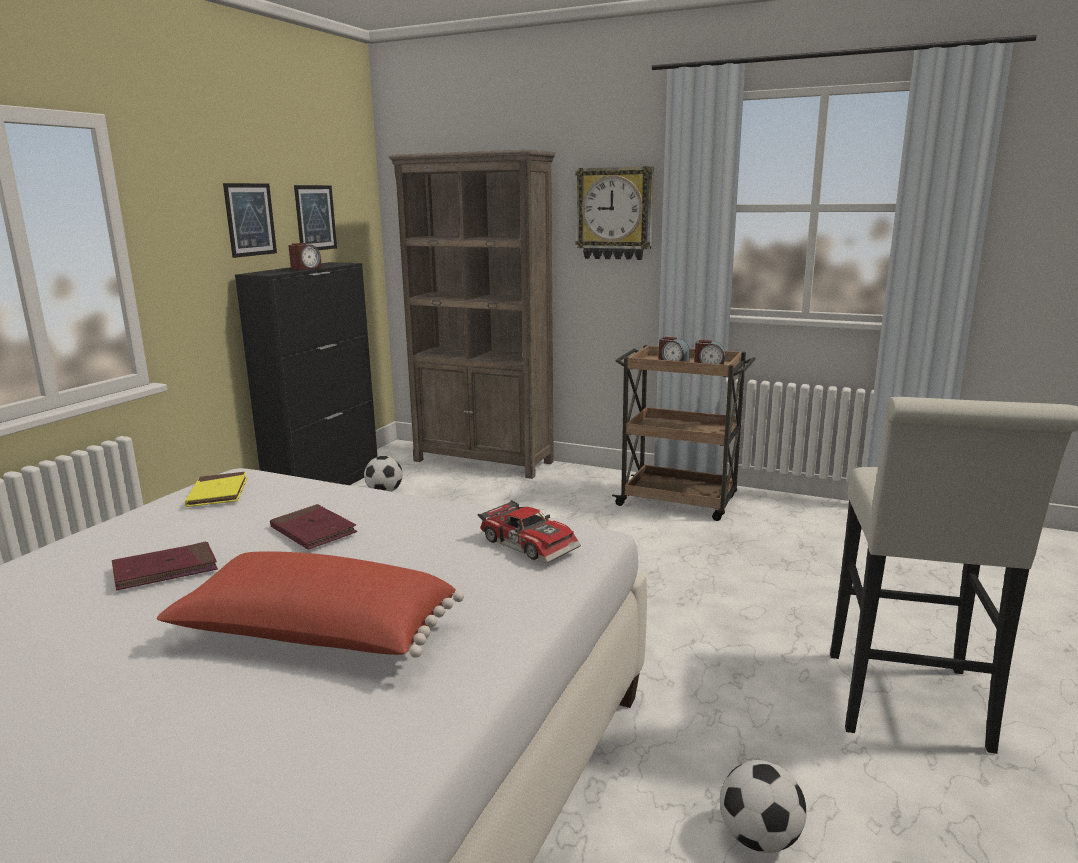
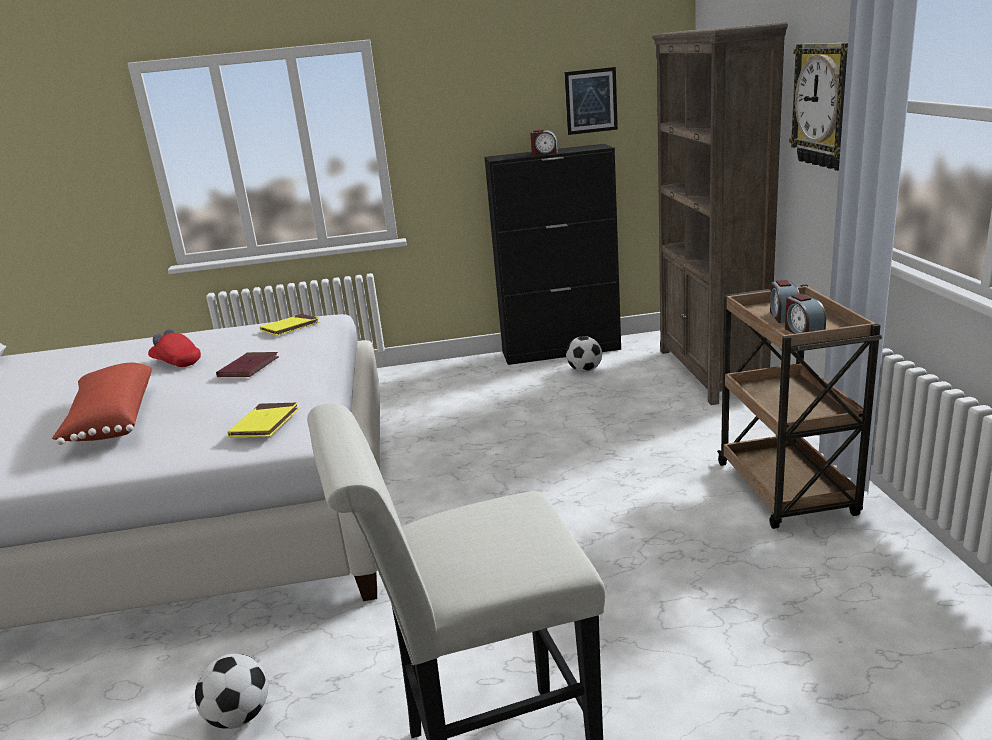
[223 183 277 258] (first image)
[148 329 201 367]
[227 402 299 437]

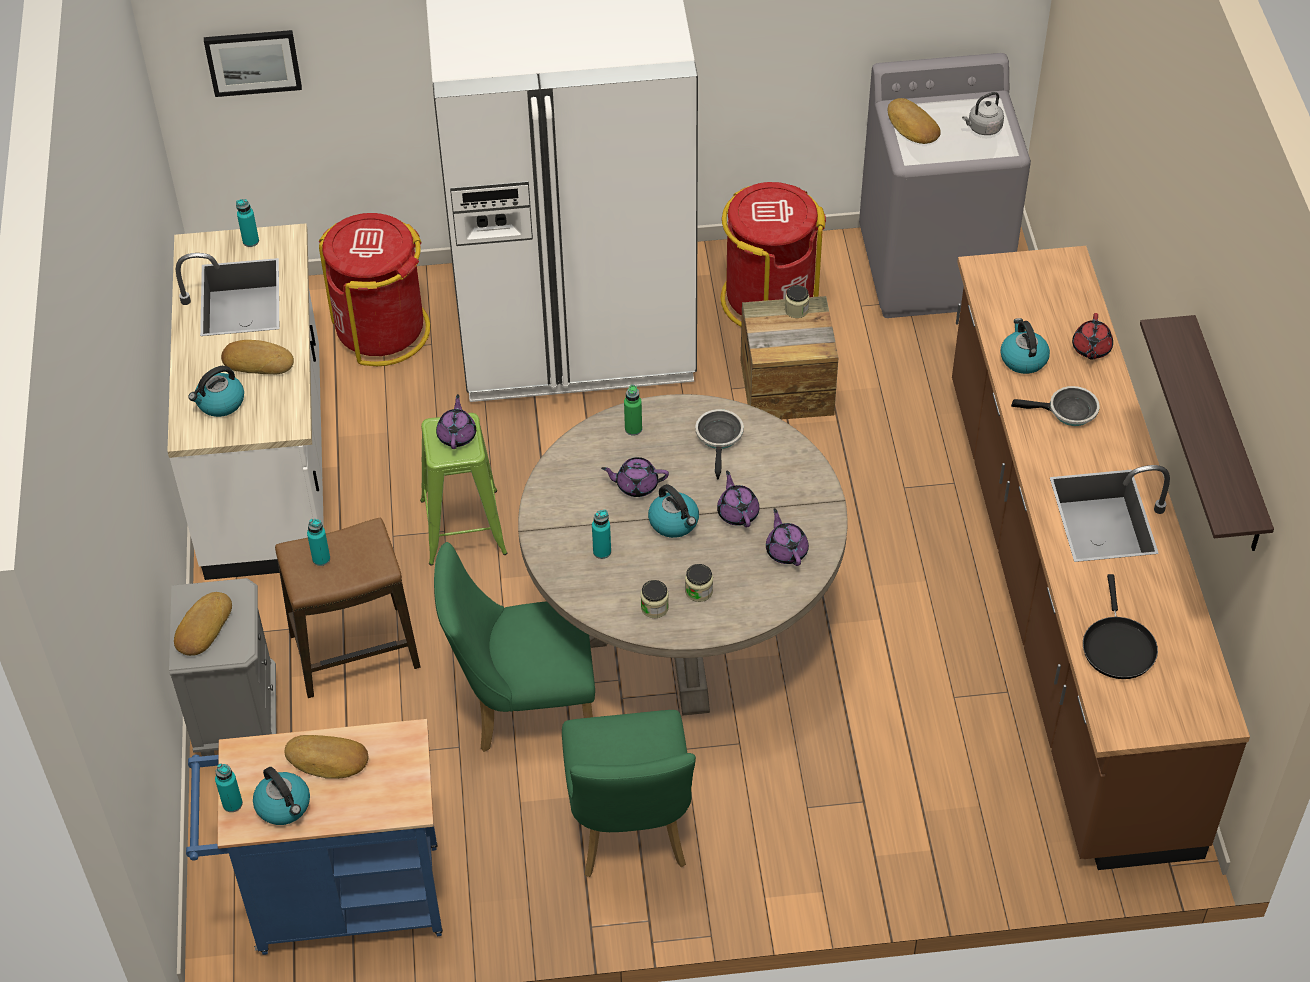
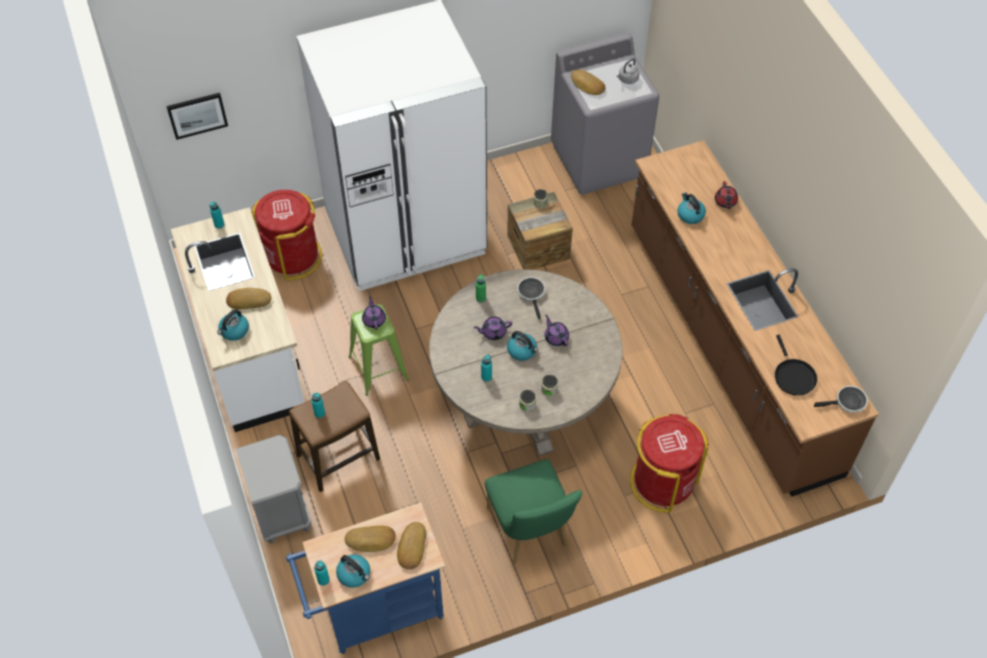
[434 542 595 752] (first image)
[766 508 809 566] (first image)
[1140 315 1274 551] (first image)
[397 522 426 570]
[630 414 709 513]
[814 386 868 413]

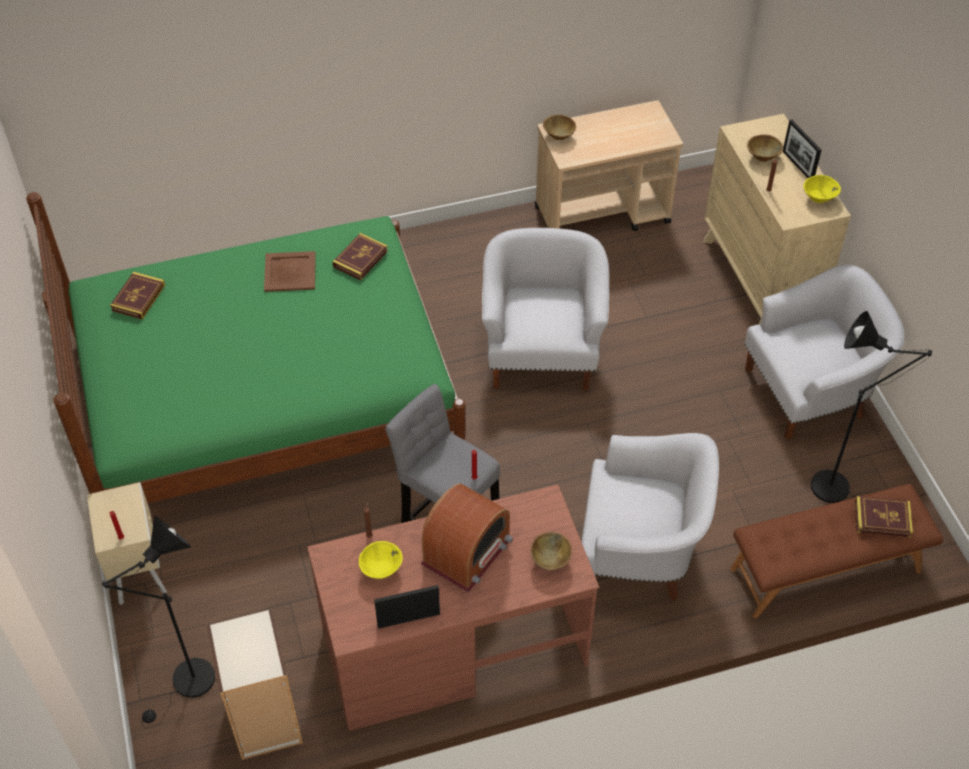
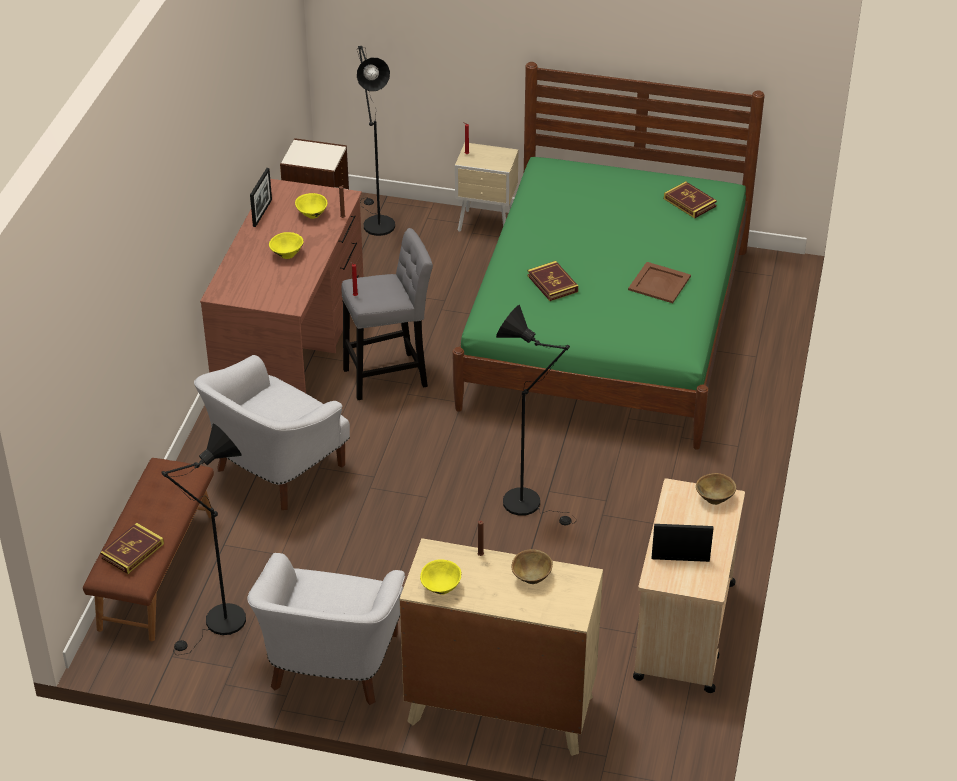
[530 532 572 570] (first image)
[527 261 578 301]
[652 524 713 562]
[269 232 304 259]
[496 305 577 525]

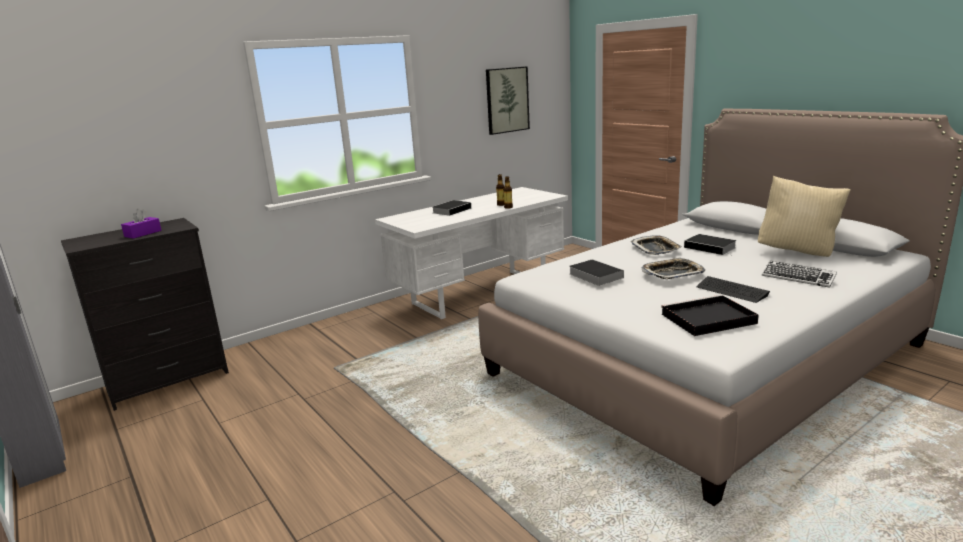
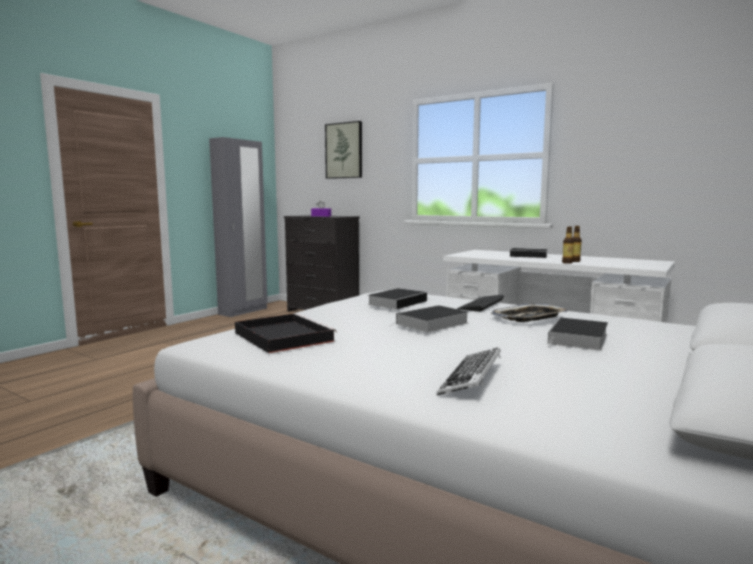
[758 176 850 257] (first image)
[325 121 362 179]
[457 295 504 312]
[390 305 469 333]

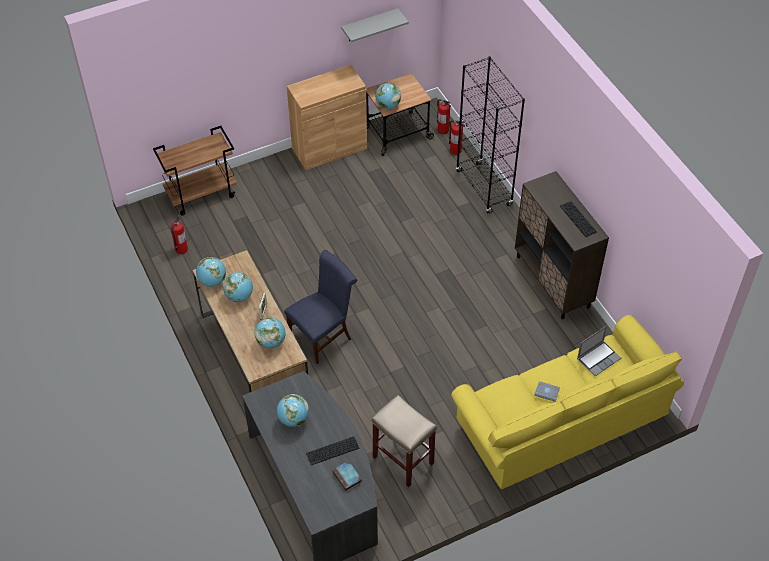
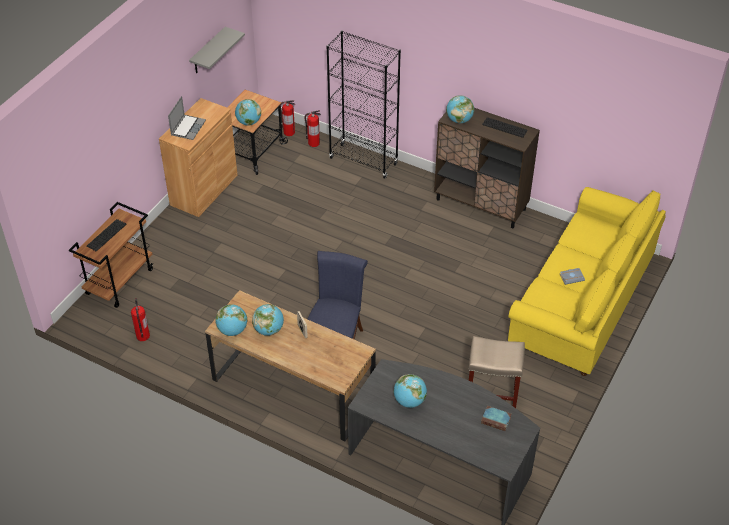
[446 95 474 123]
[86 219 127 251]
[168 96 206 140]

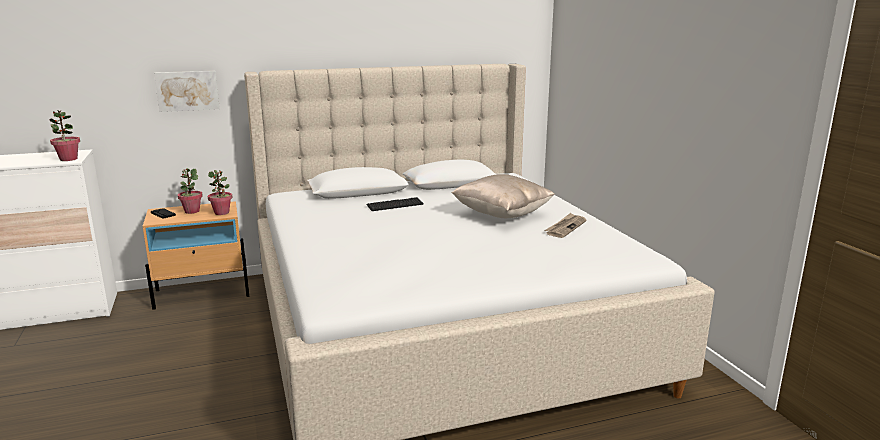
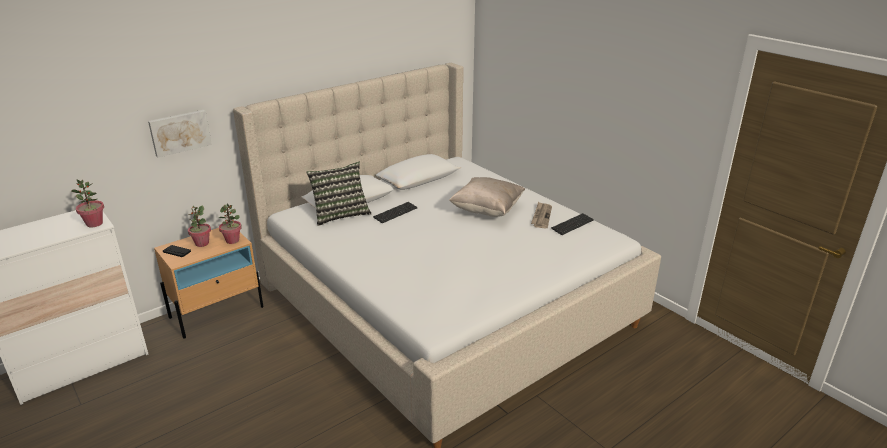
[306 162 371 226]
[551 213 594 235]

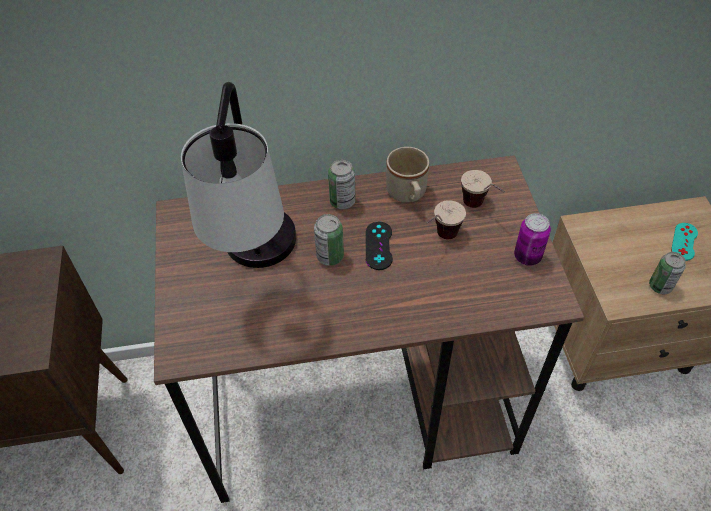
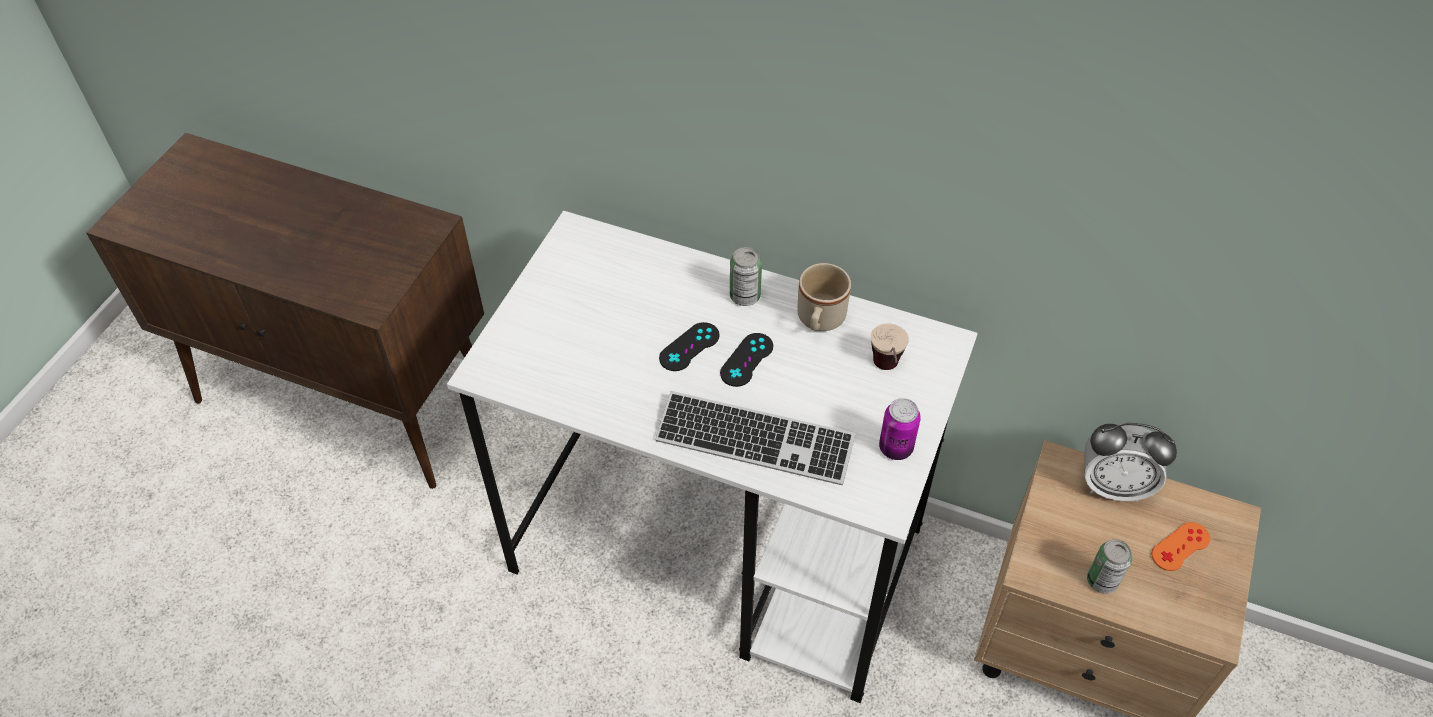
[181 82 296 268] (first image)
[426 200 466 239] (first image)
[655 391 856 485]
[1084 423 1177 502]
[659 322 719 371]
[447 211 978 703]
[1151 522 1210 571]

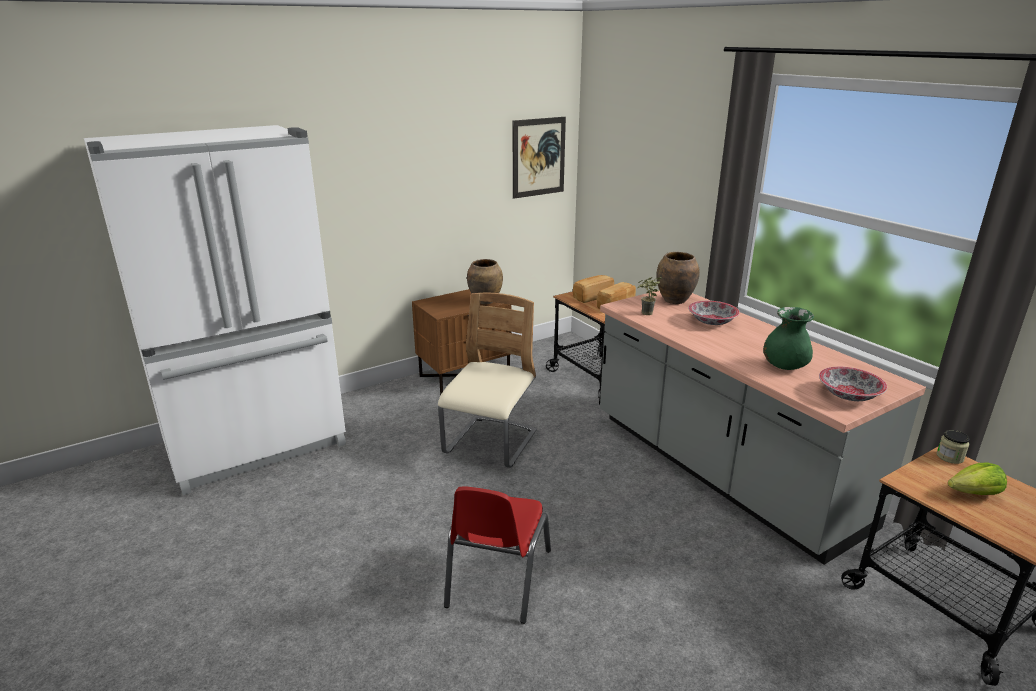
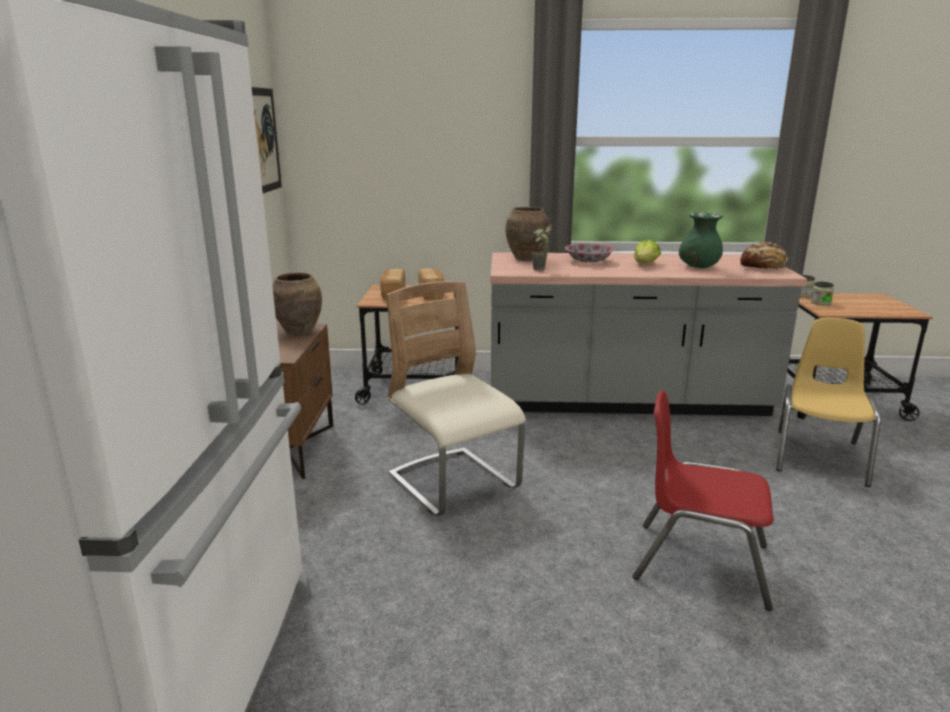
[776 318 881 487]
[811 282 834 305]
[634 239 661 264]
[740 241 788 270]
[632 391 773 611]

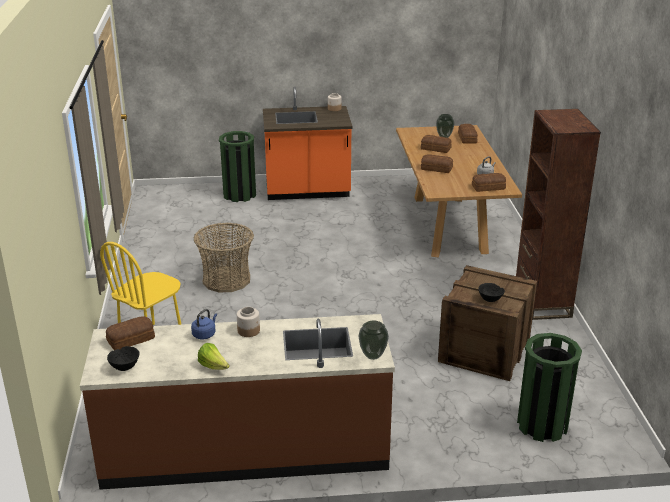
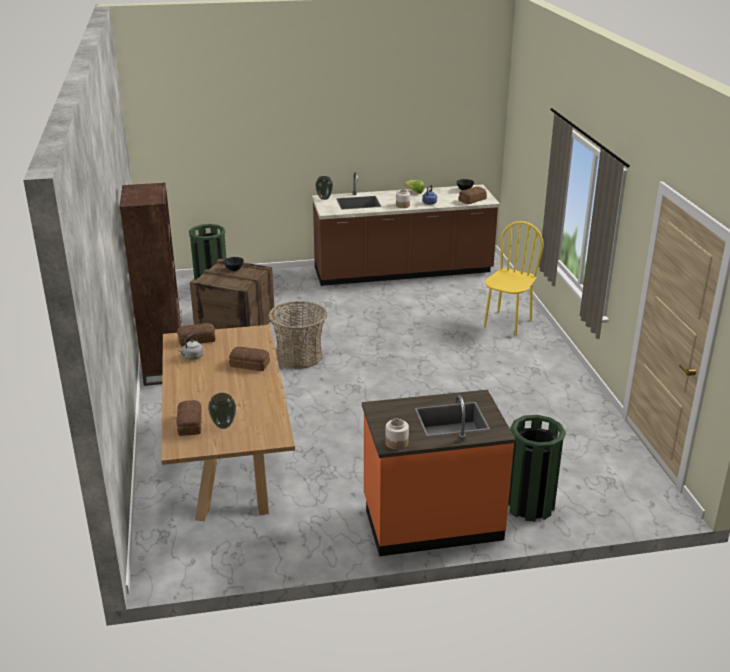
[421 135 452 153] (first image)
[268 301 327 369]

